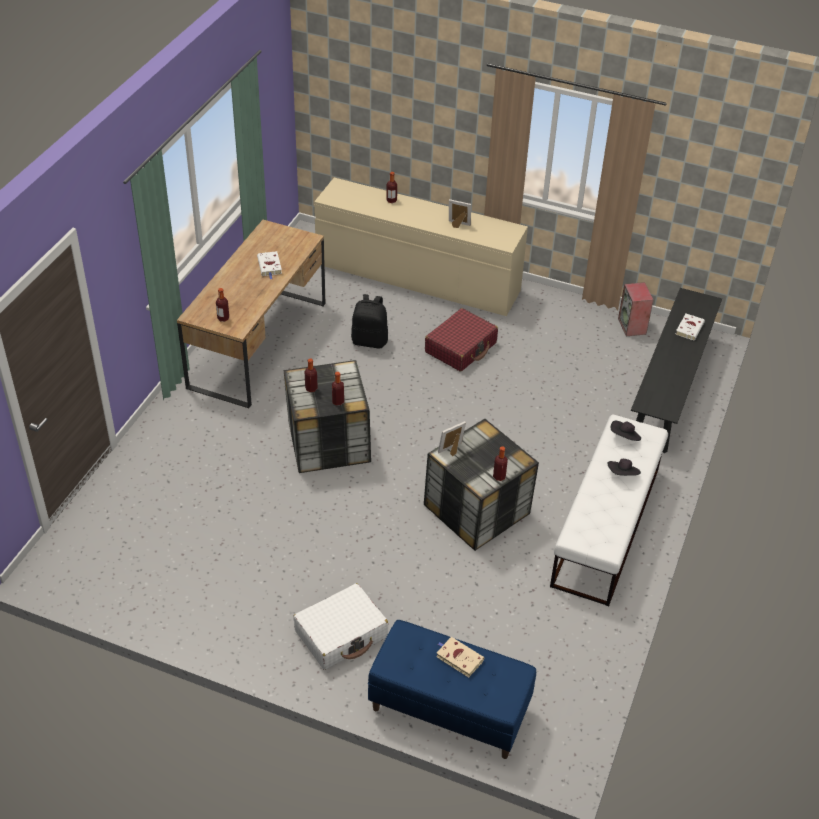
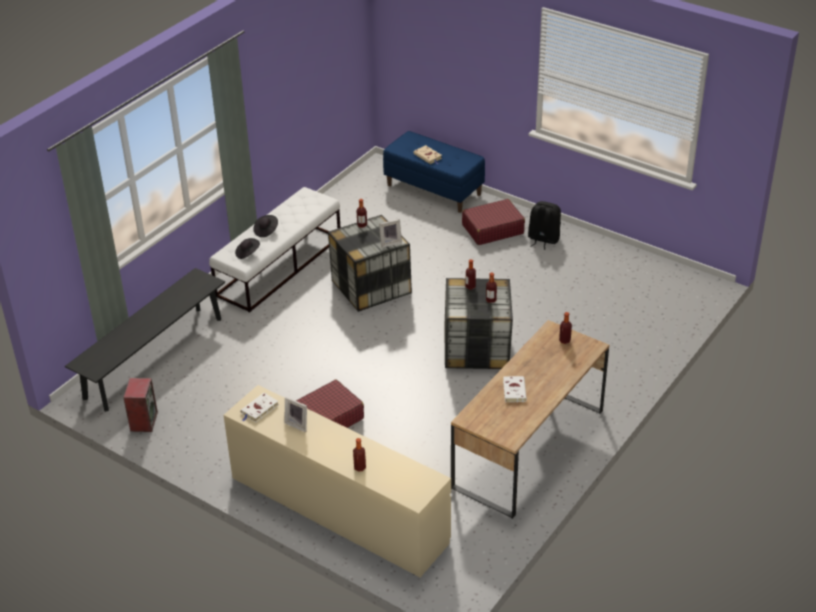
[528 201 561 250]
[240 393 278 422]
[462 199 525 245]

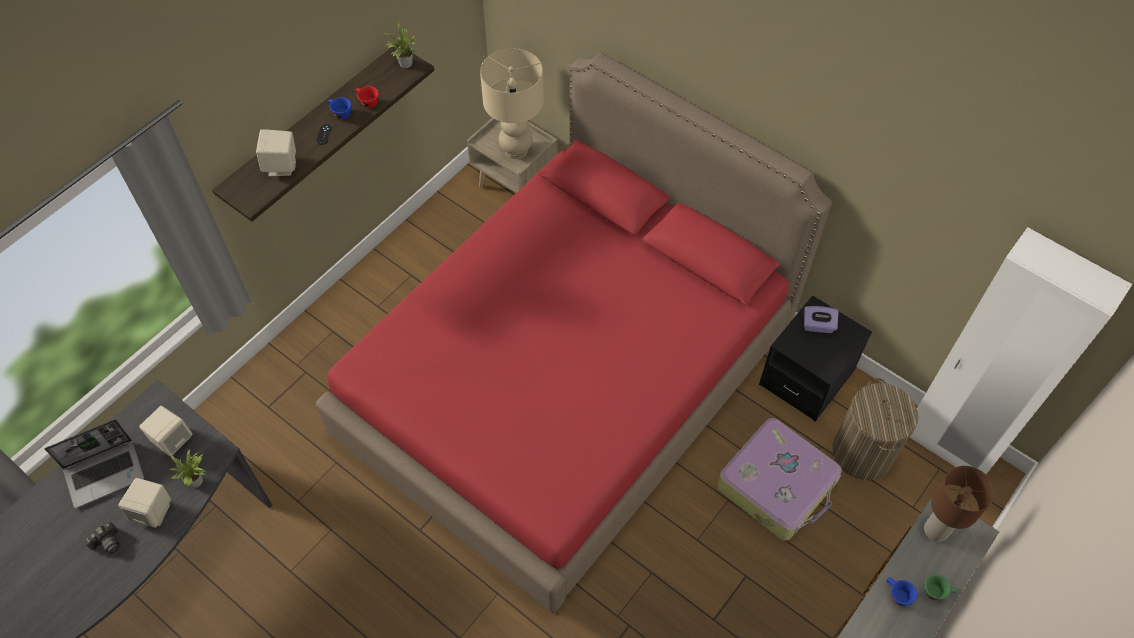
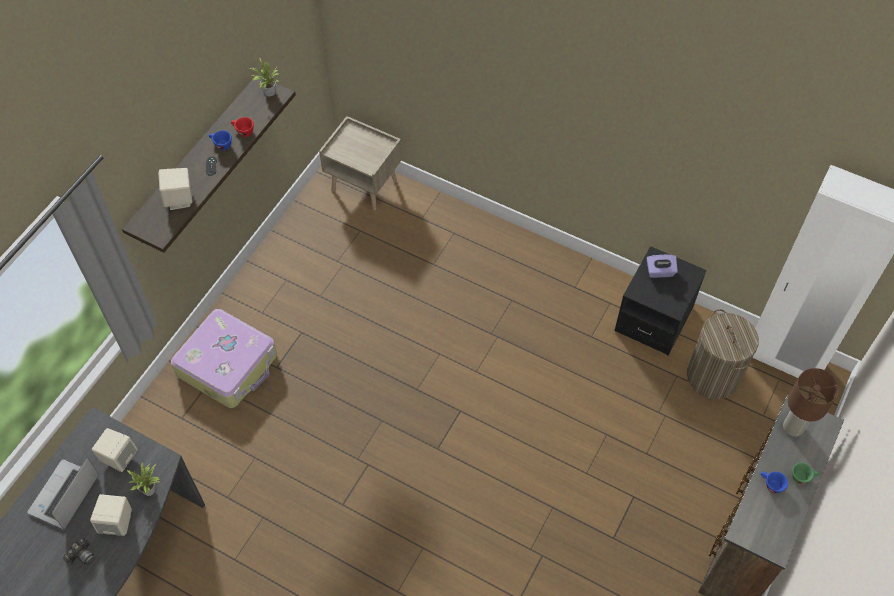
[316 53 832 613] (first image)
[480 48 544 159] (first image)
[171 309 277 408]
[27 458 99 529]

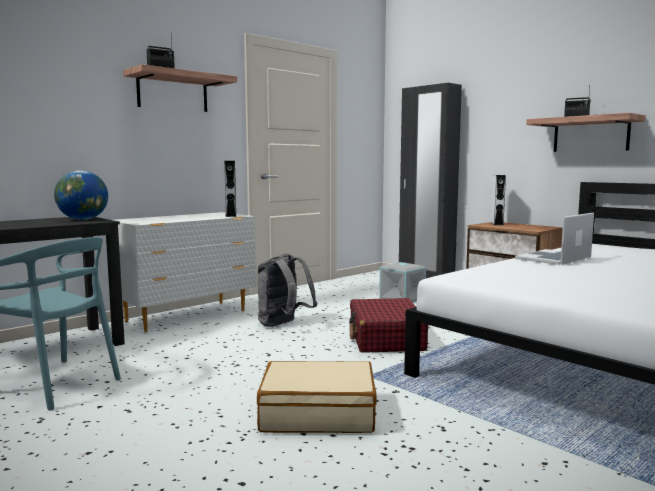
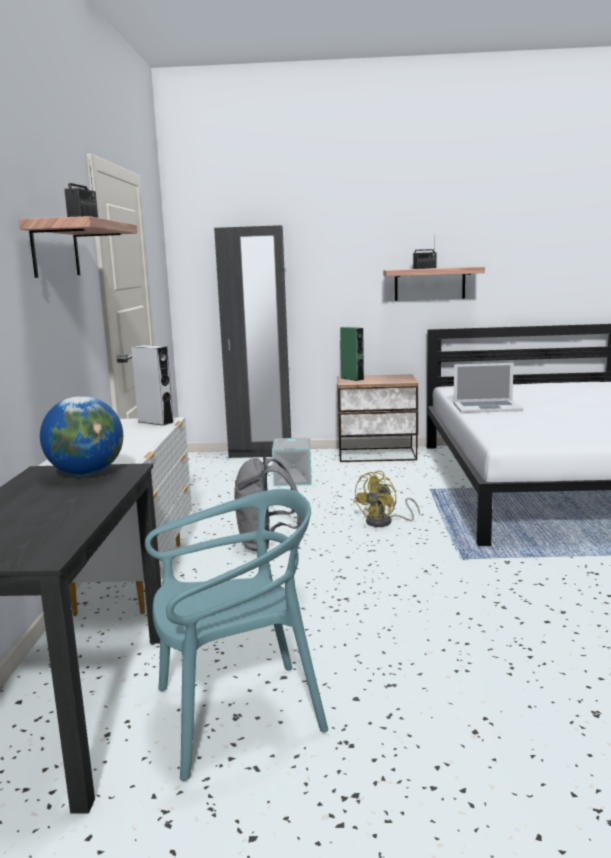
[257 361 376 433] (first image)
[353 471 420 527]
[340 327 364 381]
[454 363 523 413]

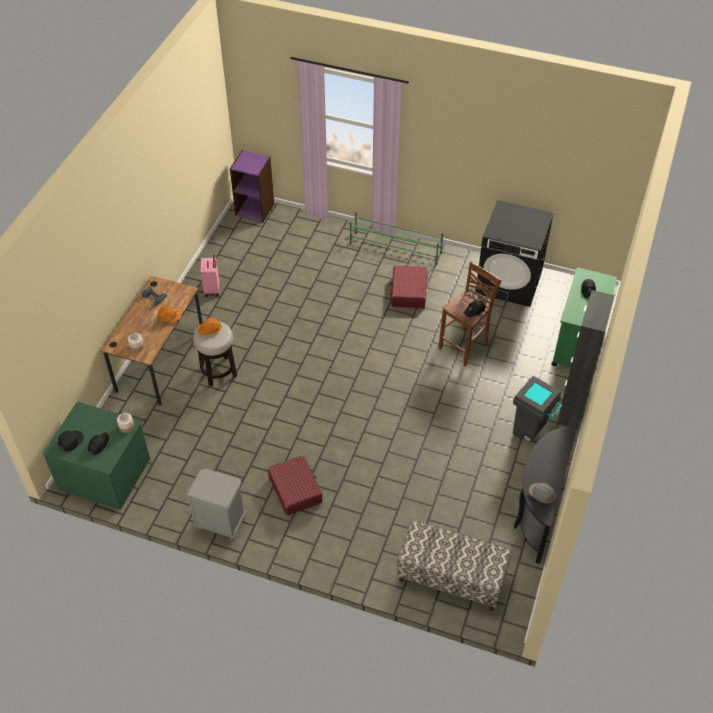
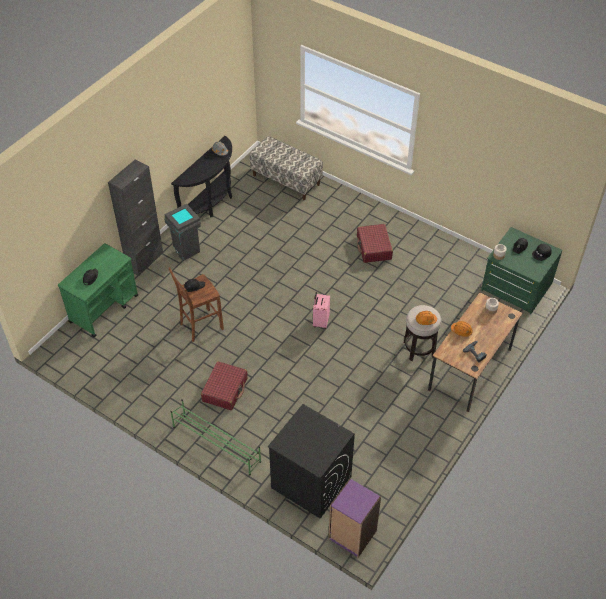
[186 468 246 541] (first image)
[313 292 330 329]
[268 404 355 519]

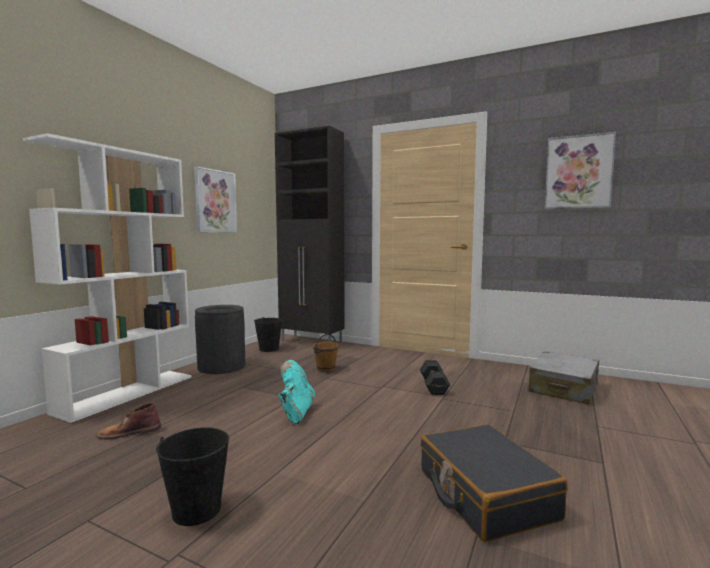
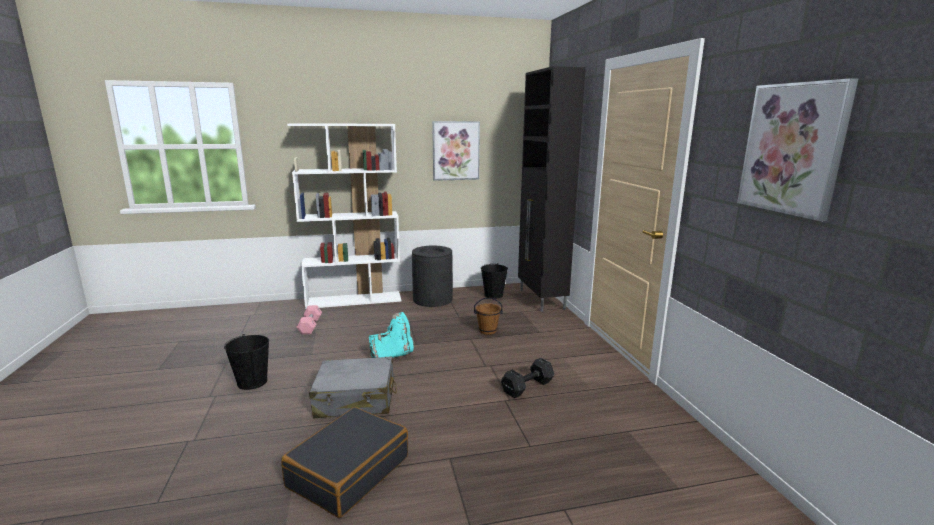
[309 357 397 418]
[296 305 322 335]

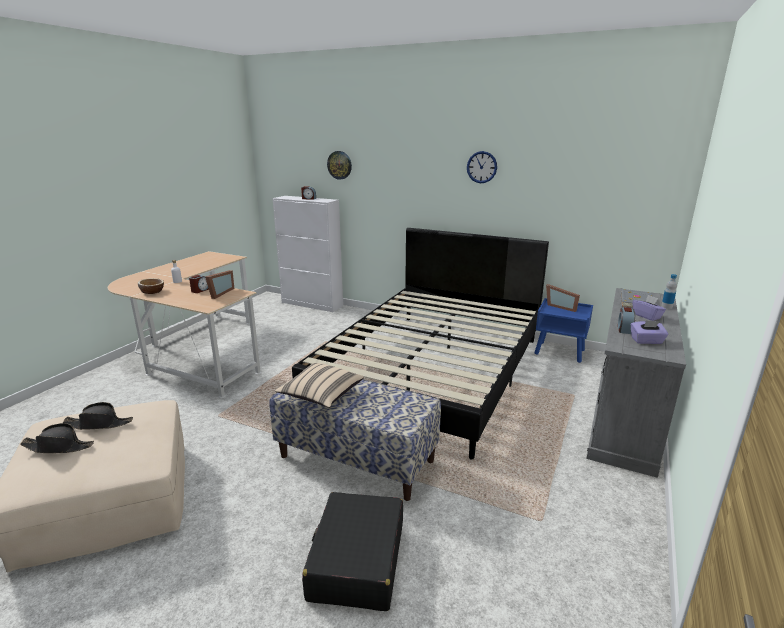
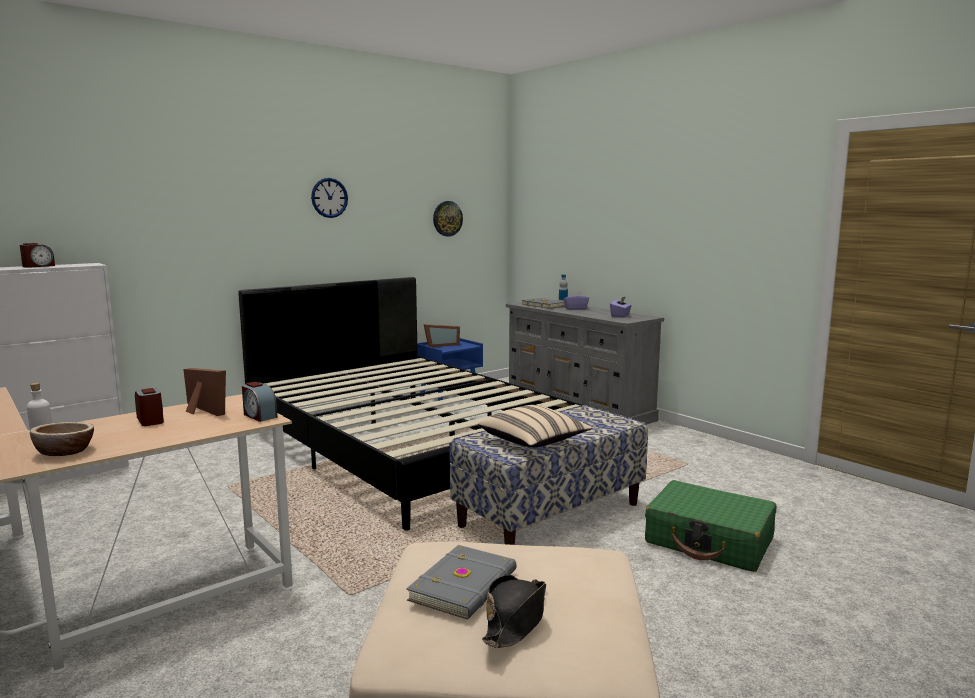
[433 201 463 236]
[242 382 277 422]
[406 545 517 619]
[645 480 776 572]

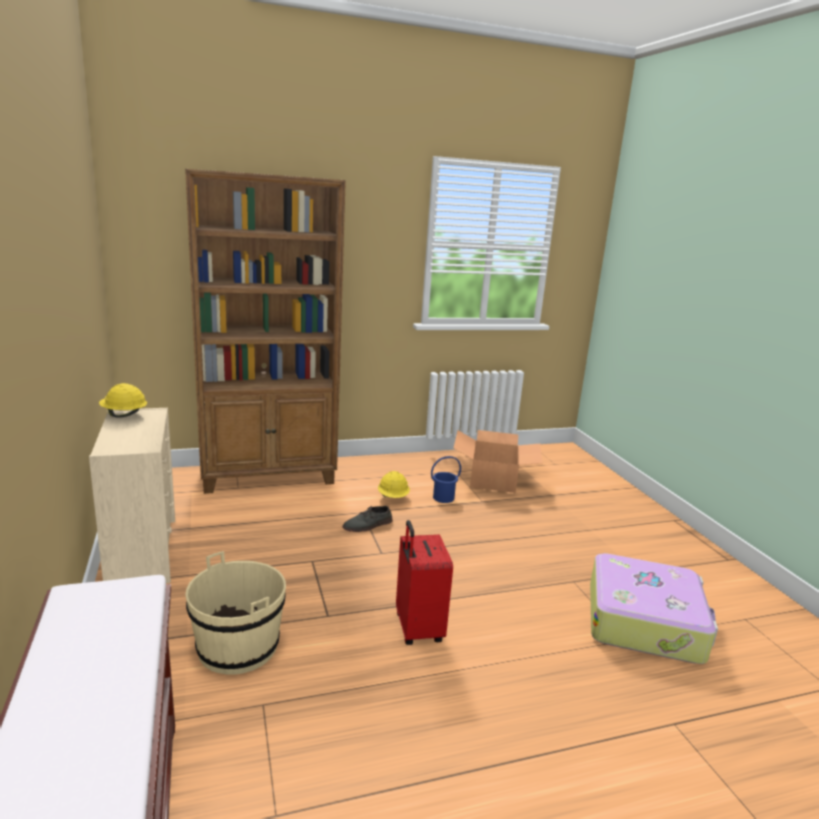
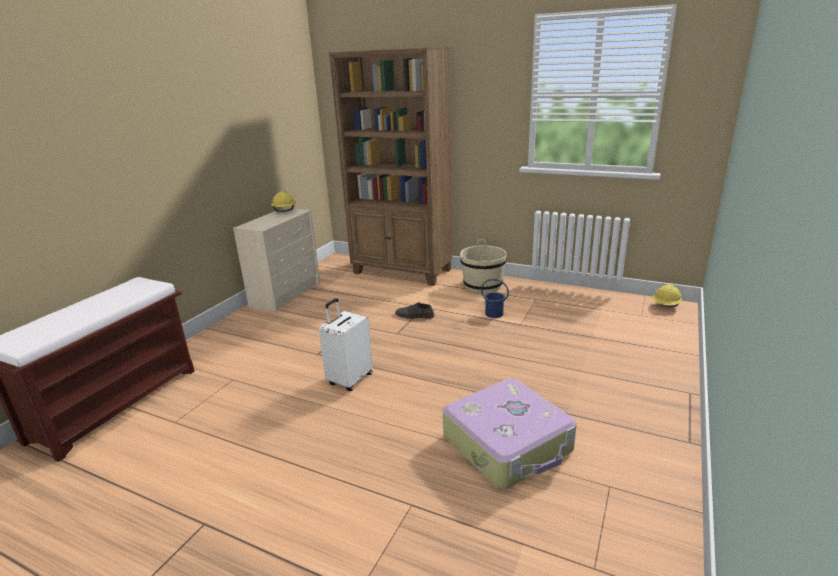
[454 430 542 493] (first image)
[460 239 507 293]
[652 284 682 307]
[319 298 373 391]

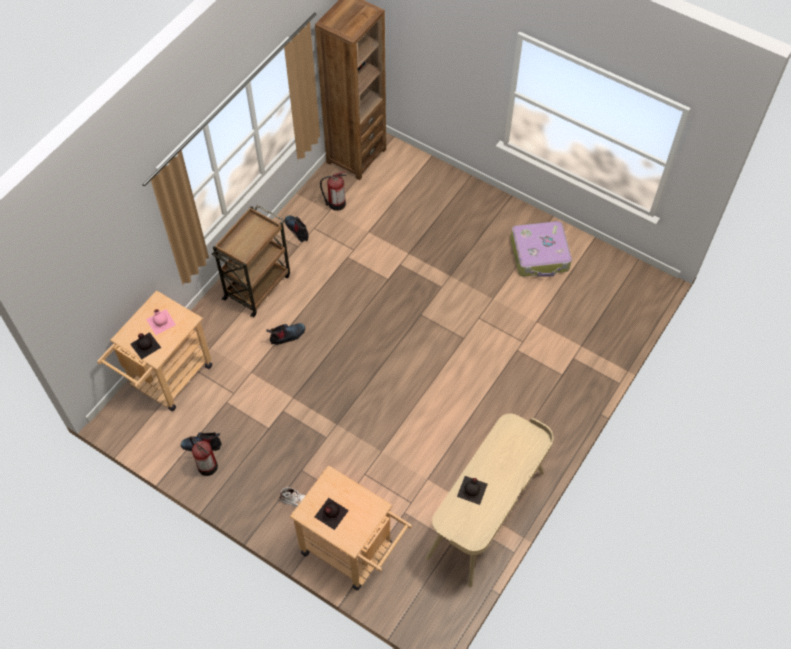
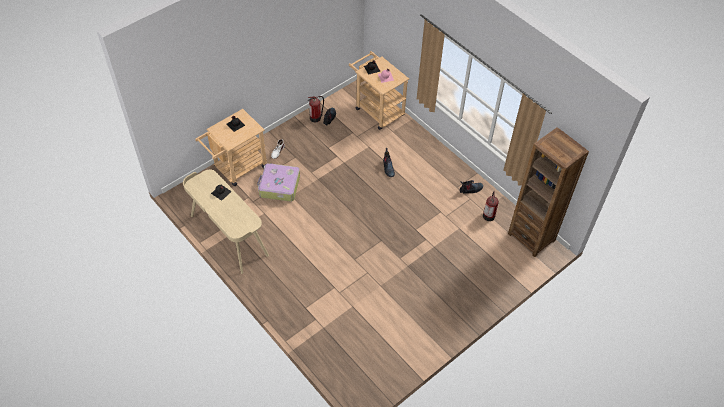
[211 205 290 317] (first image)
[257 163 300 202]

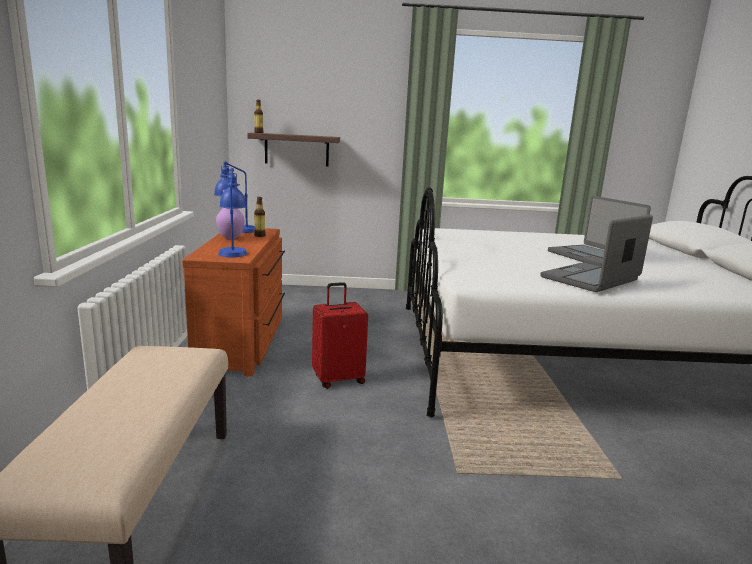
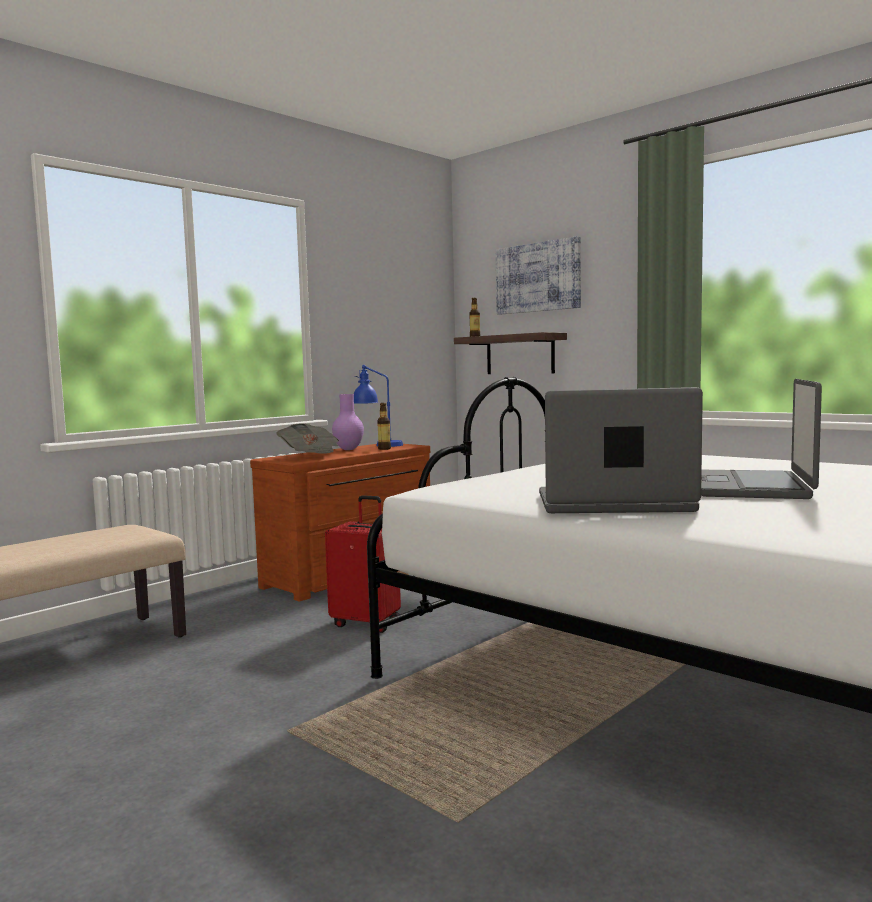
[496 236 581 315]
[276 423 339 454]

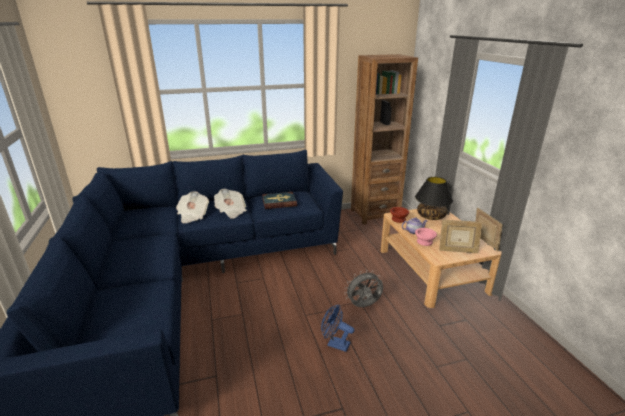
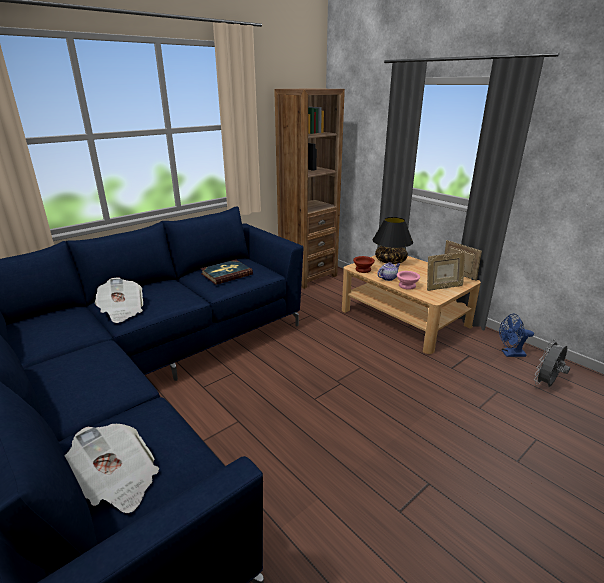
[65 424 159 513]
[499 314 534 357]
[534 339 570 387]

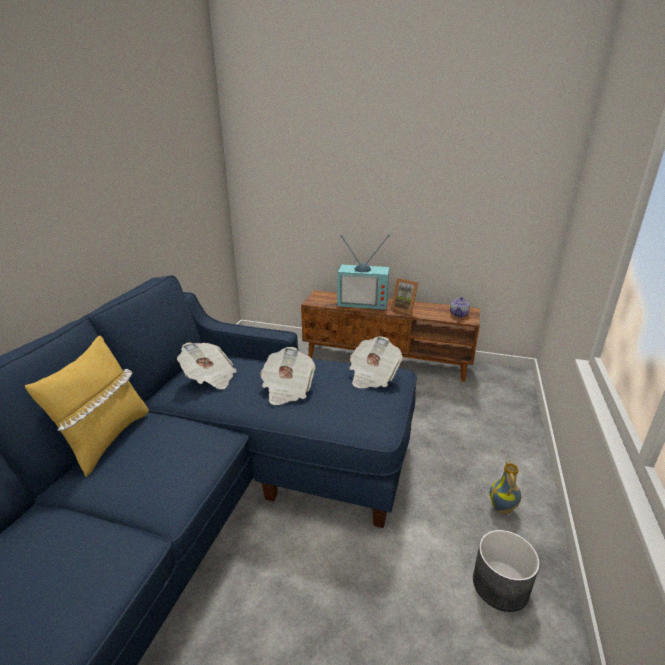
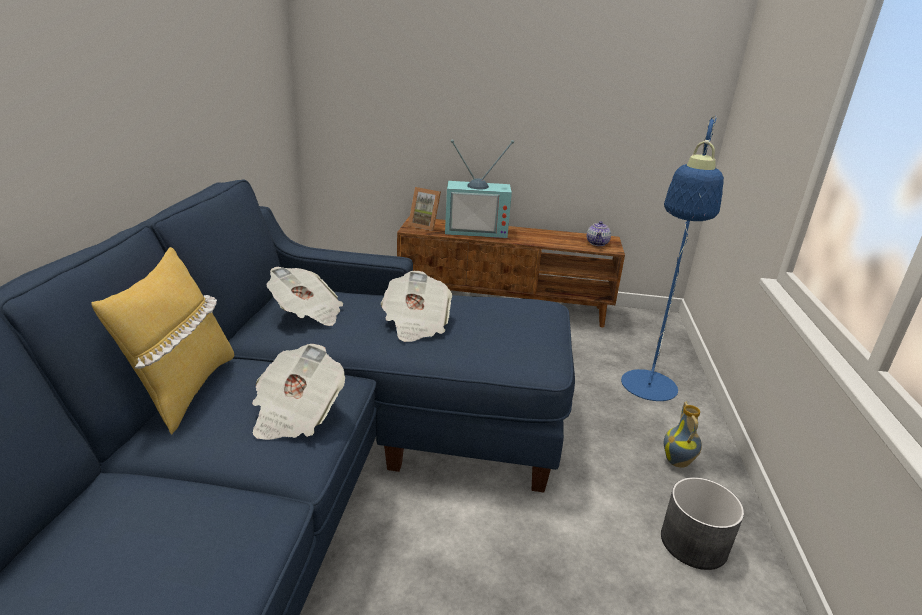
[621 116 724 401]
[252 344 345 440]
[408 187 441 231]

